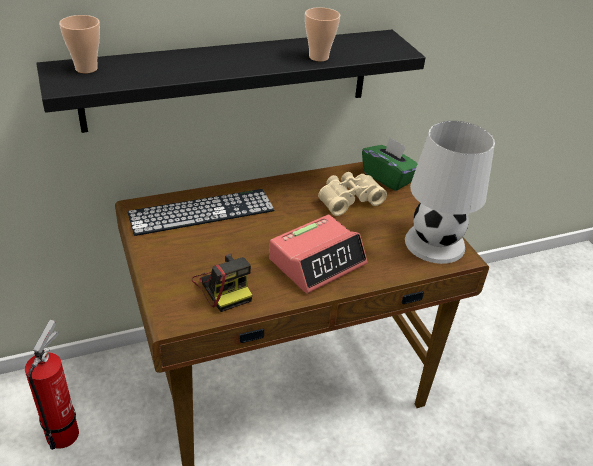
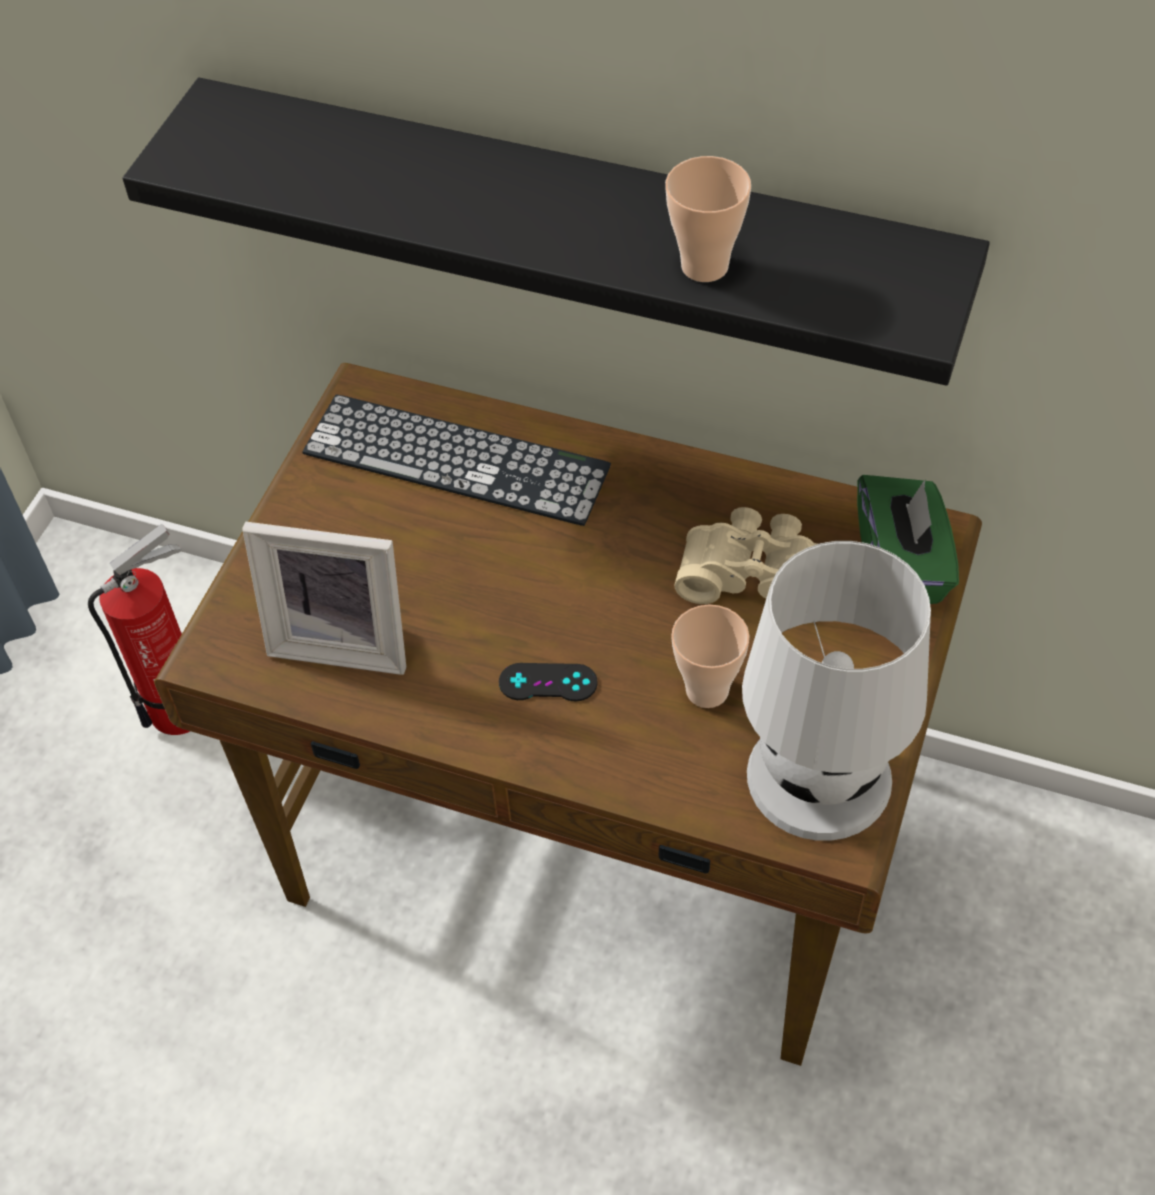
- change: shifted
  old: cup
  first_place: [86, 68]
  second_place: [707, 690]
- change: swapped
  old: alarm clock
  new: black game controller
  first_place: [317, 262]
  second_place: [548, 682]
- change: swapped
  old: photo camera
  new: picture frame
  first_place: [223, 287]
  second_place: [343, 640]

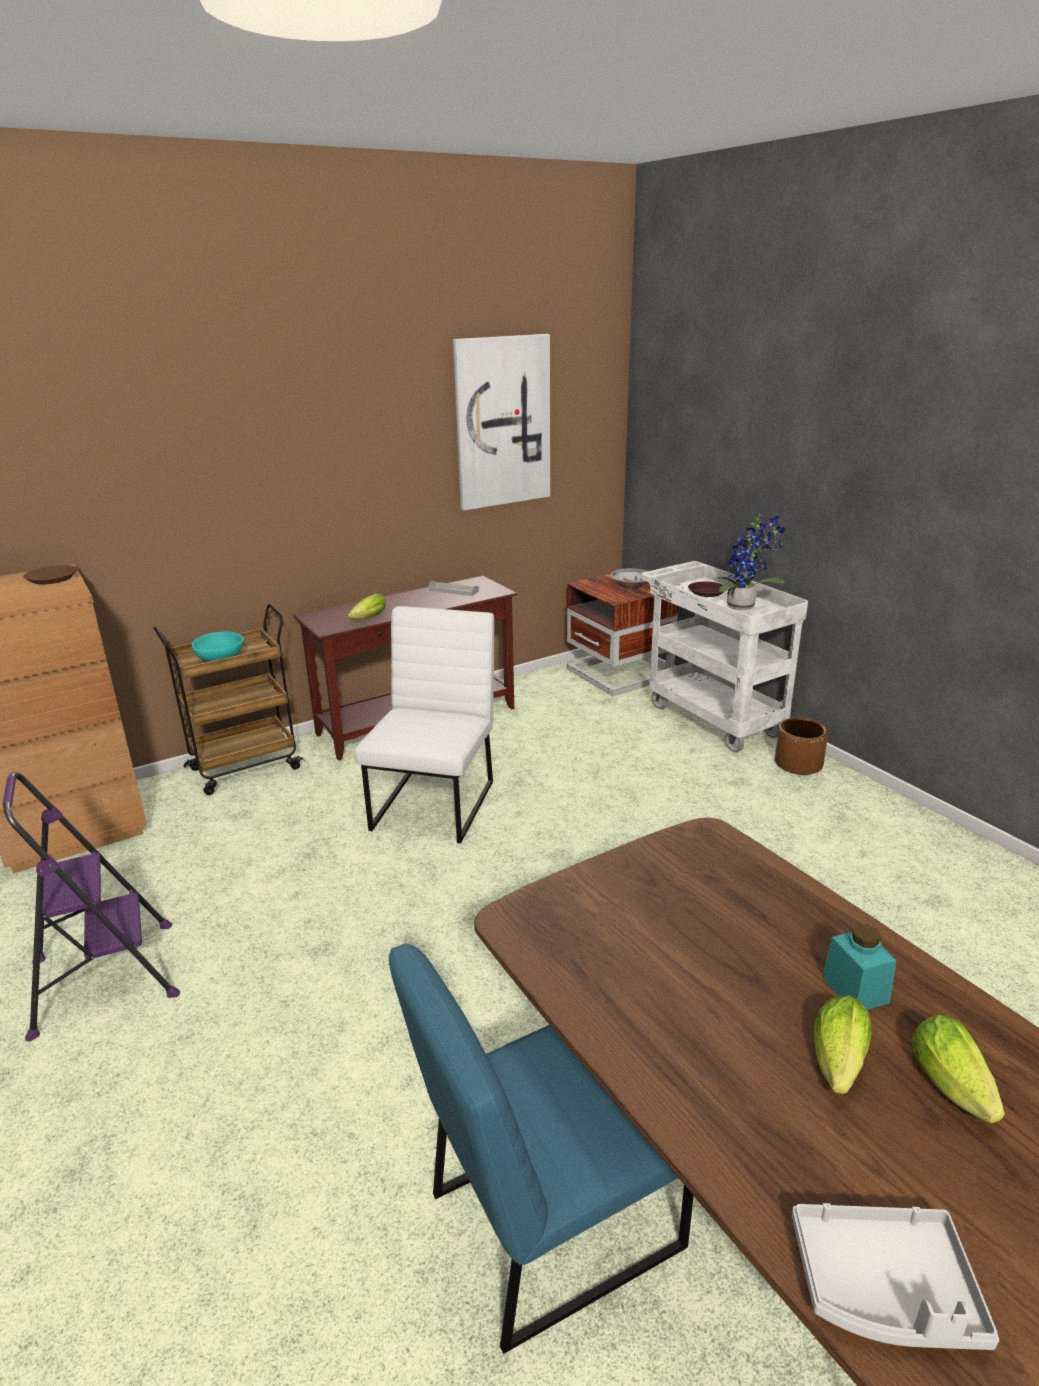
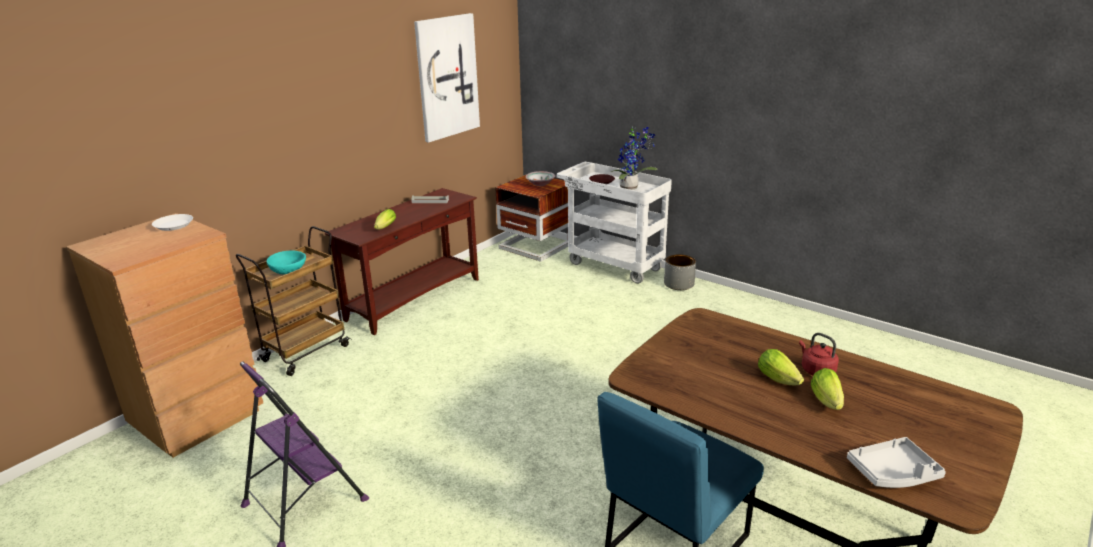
- change: repainted
  old: brown plate
  new: white plate
  first_place: [51, 579]
  second_place: [173, 225]
- change: gone
  old: white chair
  first_place: [436, 803]
- change: repainted
  old: brown planter
  new: grey planter
  first_place: [798, 764]
  second_place: [679, 284]
- change: swapped
  old: turquoise jar
  new: red kettle
  first_place: [855, 989]
  second_place: [816, 370]
- change: shifted
  old: lettuce
  first_place: [954, 1089]
  second_place: [780, 380]

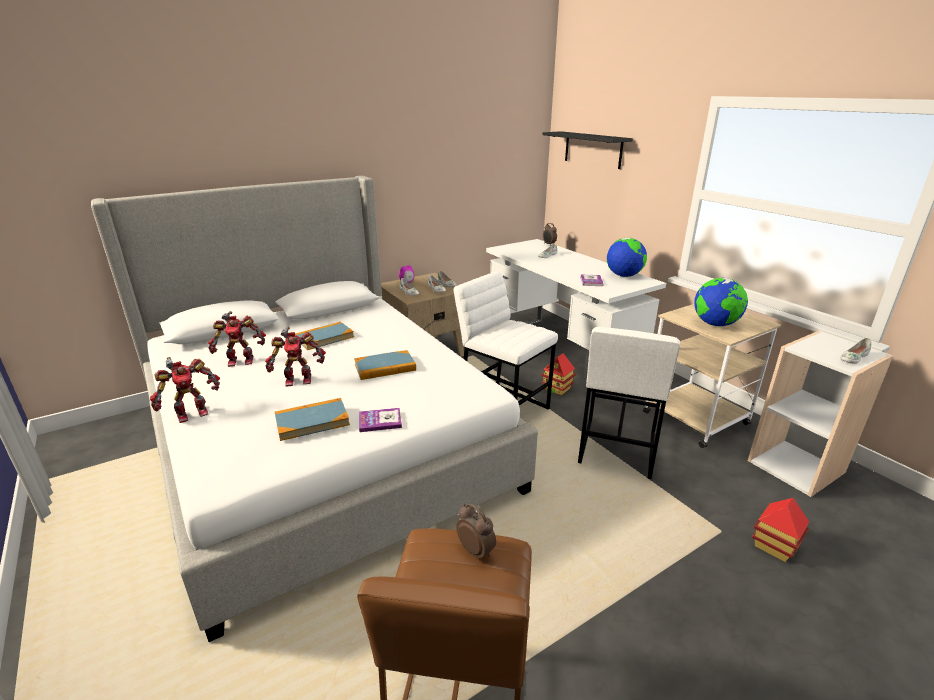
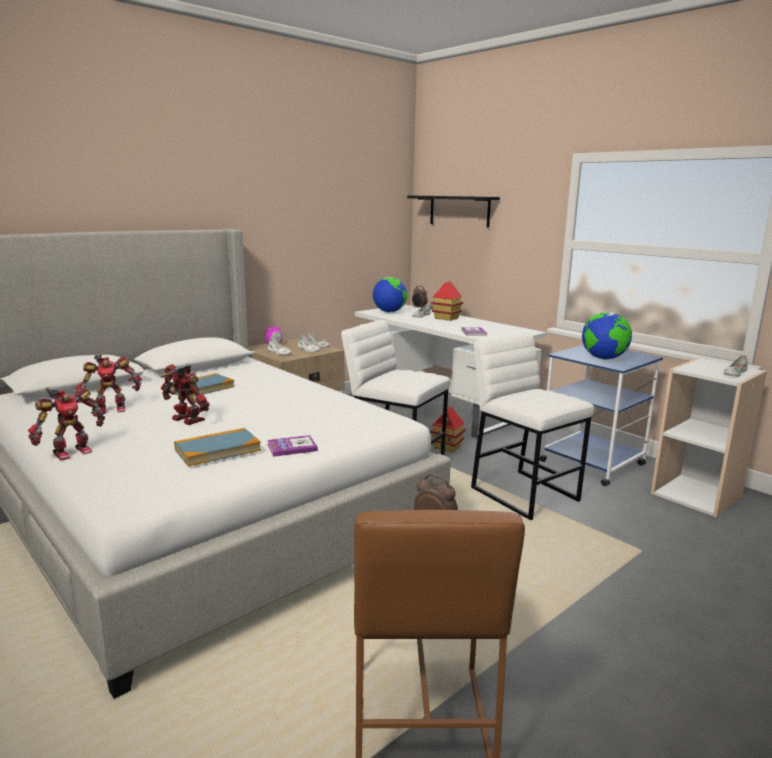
- change: shifted
  old: globe
  first_place: [624, 276]
  second_place: [389, 312]
- change: repainted
  old: beige cart
  new: blue cart
  first_place: [696, 419]
  second_place: [593, 464]
- change: rotated
  old: toy robot
  first_place: [298, 379]
  second_place: [186, 420]
  degrees: -120
- change: rotated
  old: white chair
  first_place: [617, 449]
  second_place: [522, 493]
  degrees: 135
- change: gone
  old: book
  first_place: [385, 367]
- change: shifted
  old: toy house
  first_place: [774, 546]
  second_place: [446, 318]

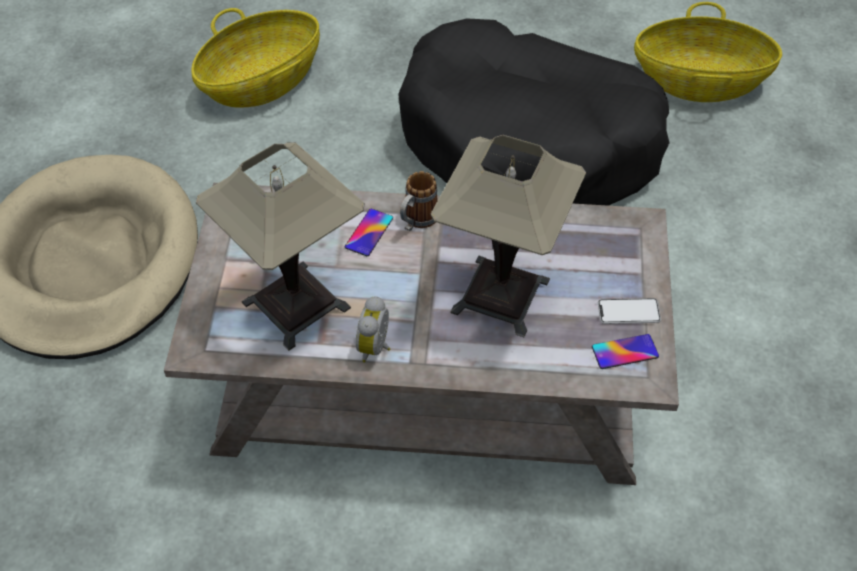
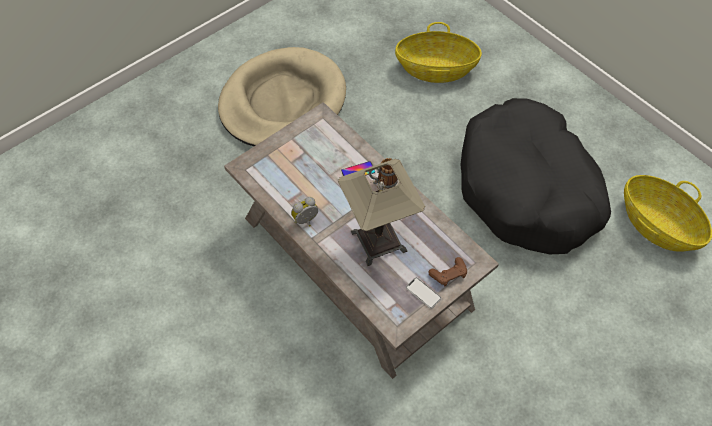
- change: gone
  old: table lamp
  first_place: [296, 305]
- change: gone
  old: phone
  first_place: [625, 352]
- change: new
  new: brown game controller
  second_place: [448, 274]

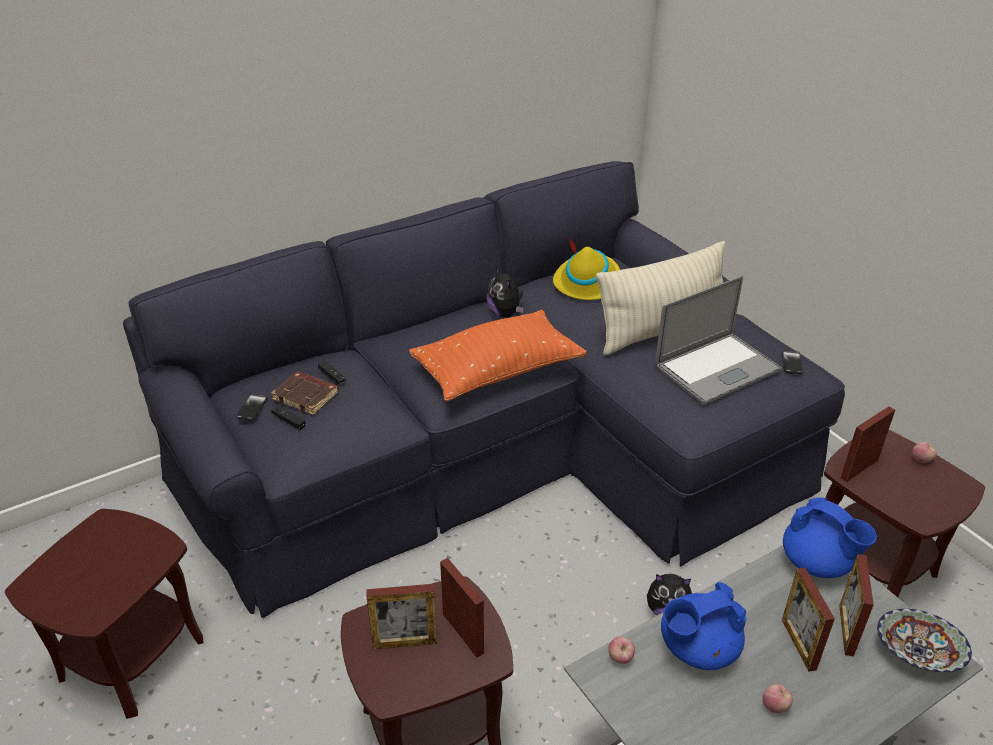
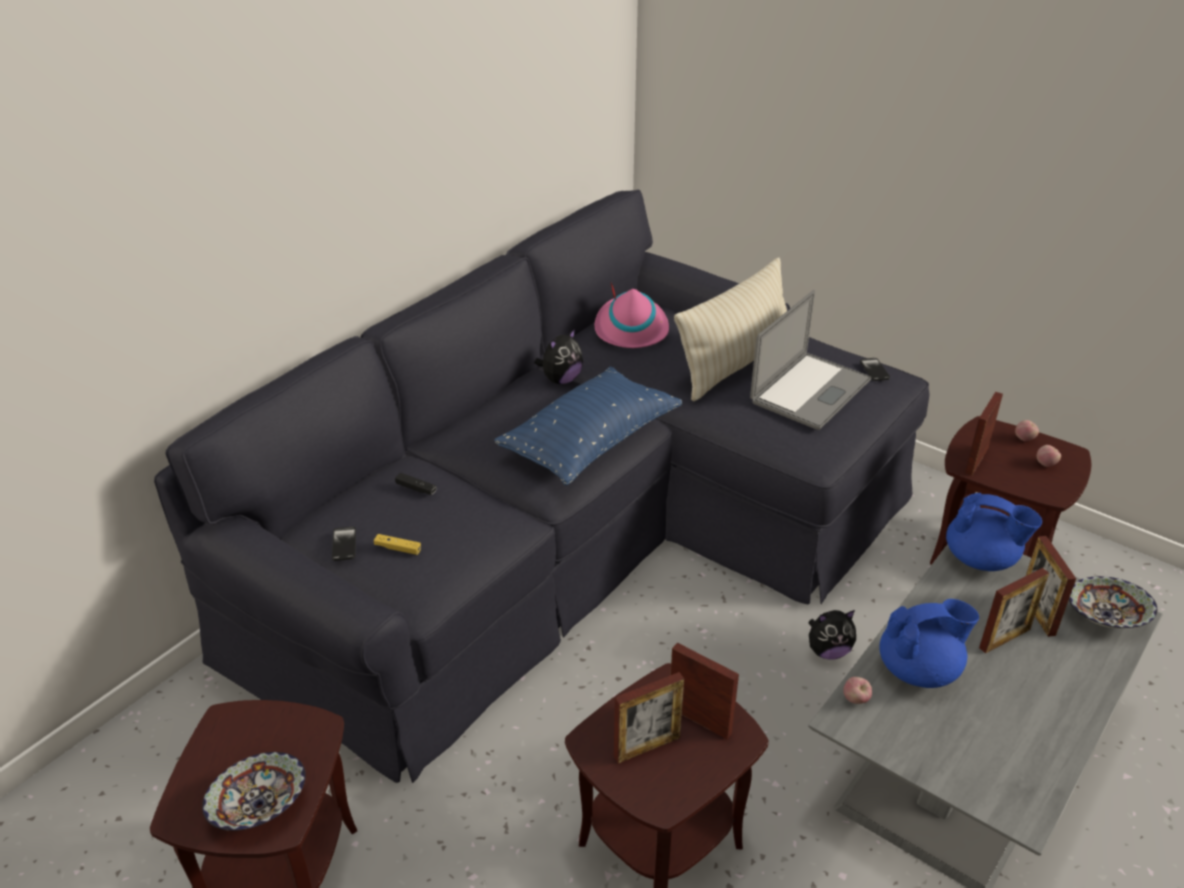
- change: repainted
  old: yellow hat
  new: pink hat
  first_place: [587, 282]
  second_place: [630, 328]
- change: rotated
  old: plush toy
  first_place: [505, 314]
  second_place: [561, 379]
  degrees: -90
- change: repainted
  old: orange pillow
  new: blue pillow
  first_place: [497, 371]
  second_place: [590, 442]
- change: gone
  old: brown book
  first_place: [307, 396]
- change: repainted
  old: black game controller
  new: yellow game controller
  first_place: [289, 421]
  second_place: [398, 548]
- change: rotated
  old: picture frame
  first_place: [798, 644]
  second_place: [1004, 638]
  degrees: -90
- change: rotated
  old: blue teapot
  first_place: [697, 649]
  second_place: [919, 669]
  degrees: -150
- change: shifted
  old: apple
  first_place: [775, 706]
  second_place: [1046, 464]
- change: new
  new: bowl
  second_place: [260, 808]

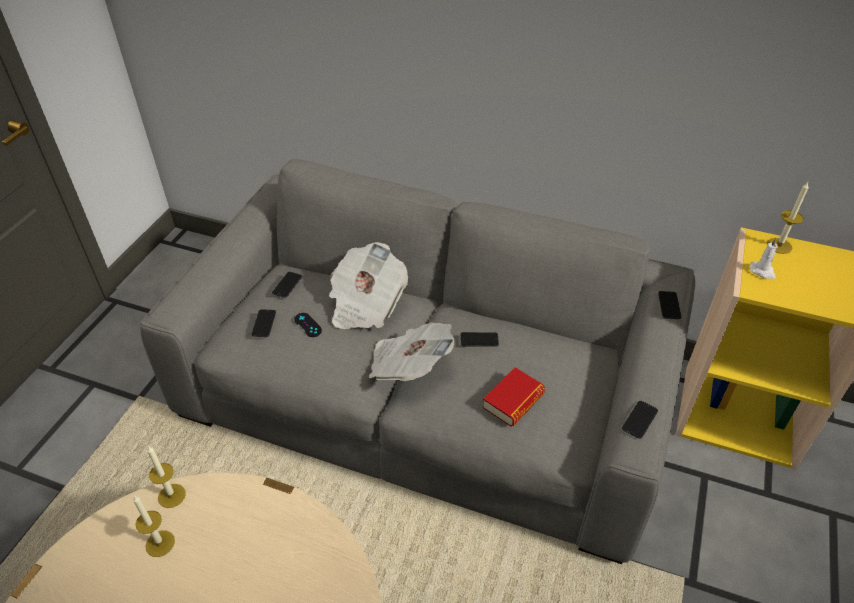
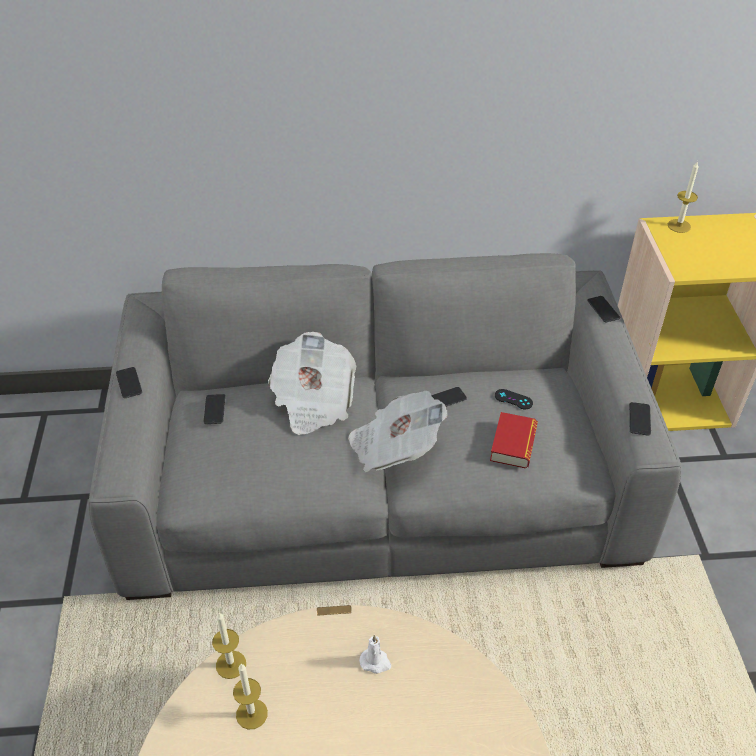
- change: shifted
  old: white candle
  first_place: [762, 271]
  second_place: [375, 662]
- change: shifted
  old: phone
  first_place: [264, 323]
  second_place: [129, 383]
- change: shifted
  old: black game controller
  first_place: [308, 325]
  second_place: [513, 399]

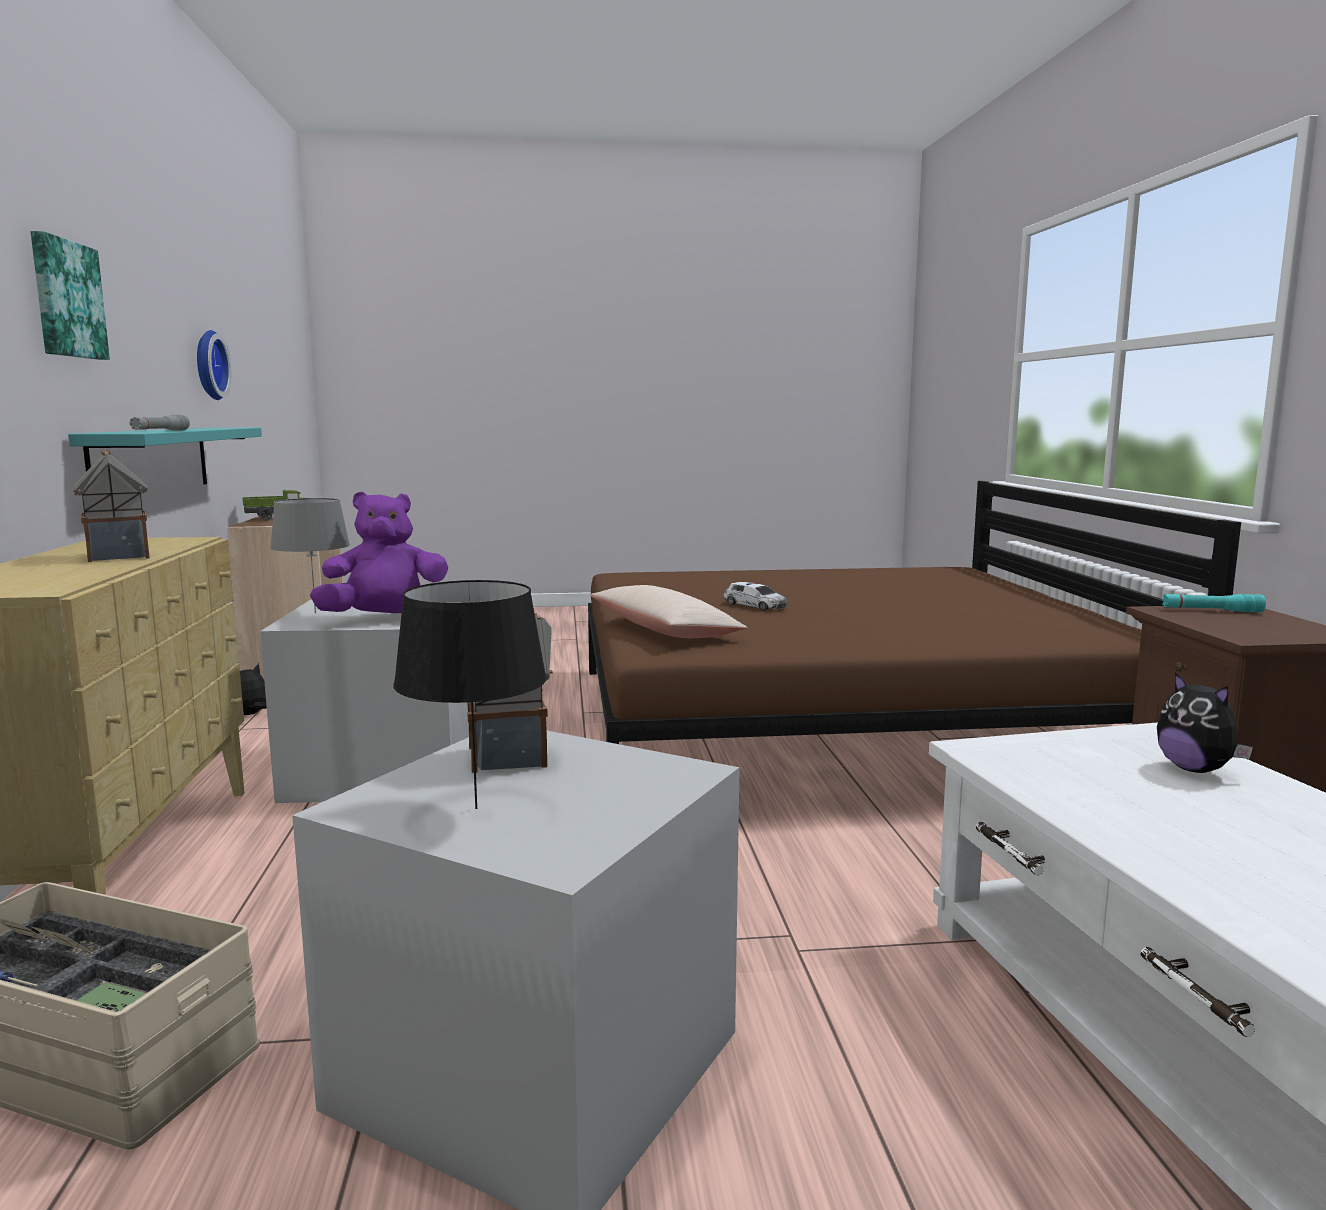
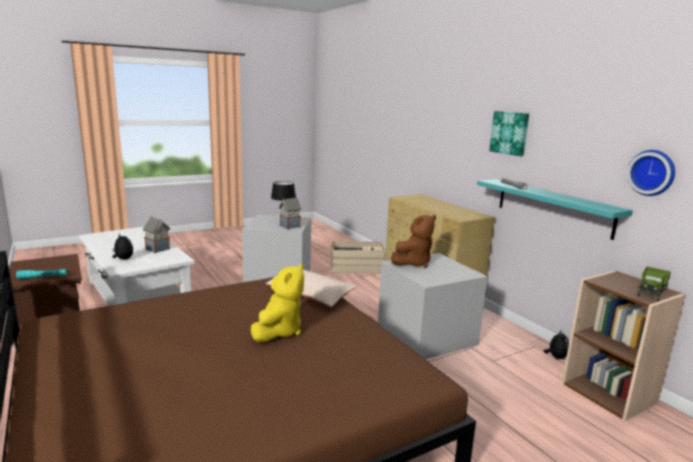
- change: shifted
  old: toy house
  first_place: [118, 556]
  second_place: [158, 249]
- change: repainted
  old: purple plush toy
  new: brown plush toy
  first_place: [386, 620]
  second_place: [413, 263]
- change: gone
  old: grey table lamp
  first_place: [315, 612]
- change: swapped
  old: toy car
  new: yellow plush toy
  first_place: [755, 605]
  second_place: [279, 331]

